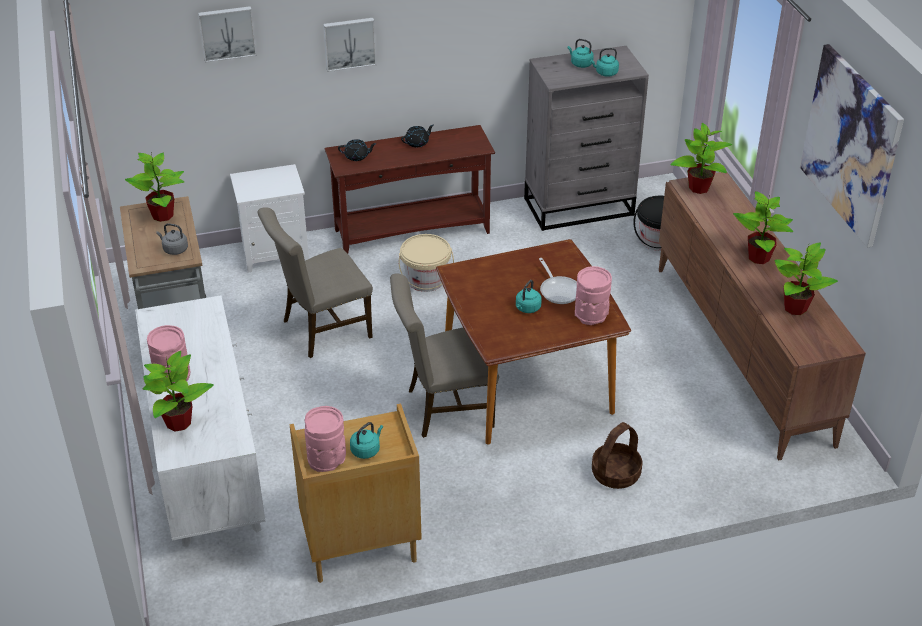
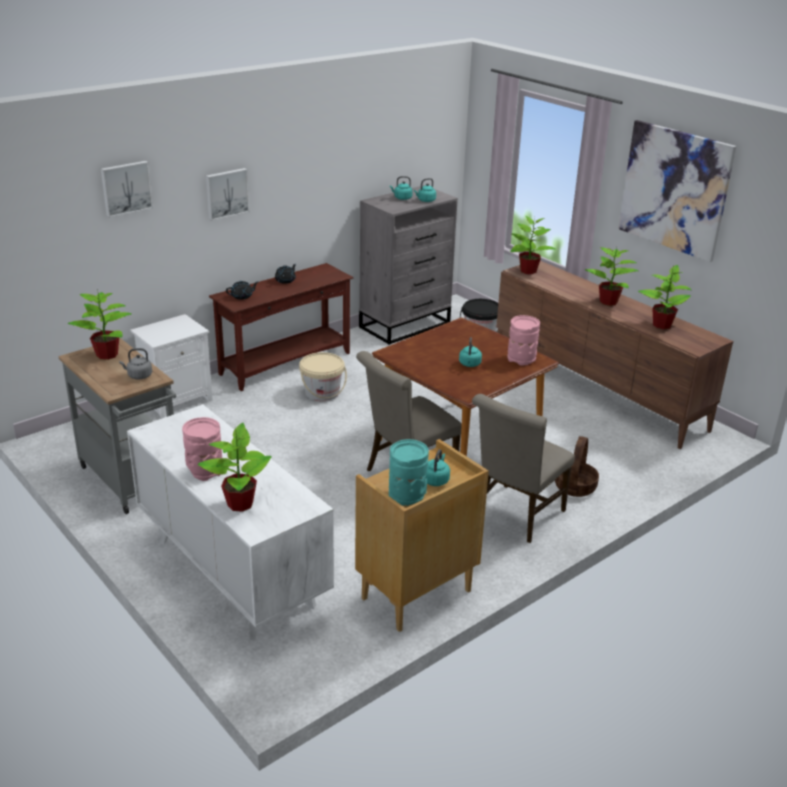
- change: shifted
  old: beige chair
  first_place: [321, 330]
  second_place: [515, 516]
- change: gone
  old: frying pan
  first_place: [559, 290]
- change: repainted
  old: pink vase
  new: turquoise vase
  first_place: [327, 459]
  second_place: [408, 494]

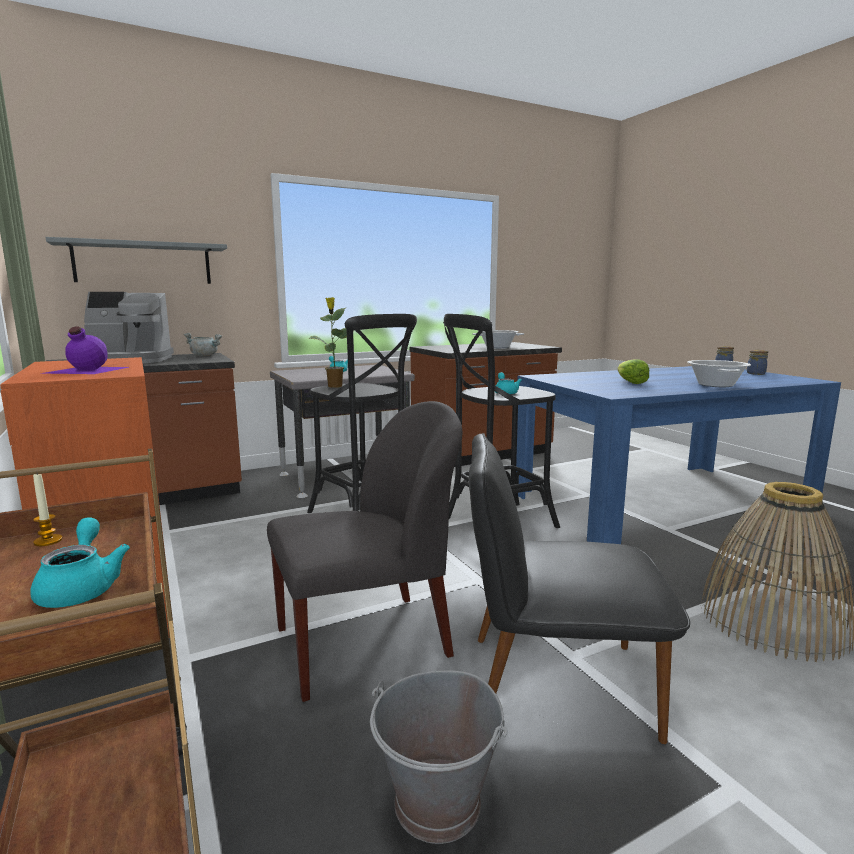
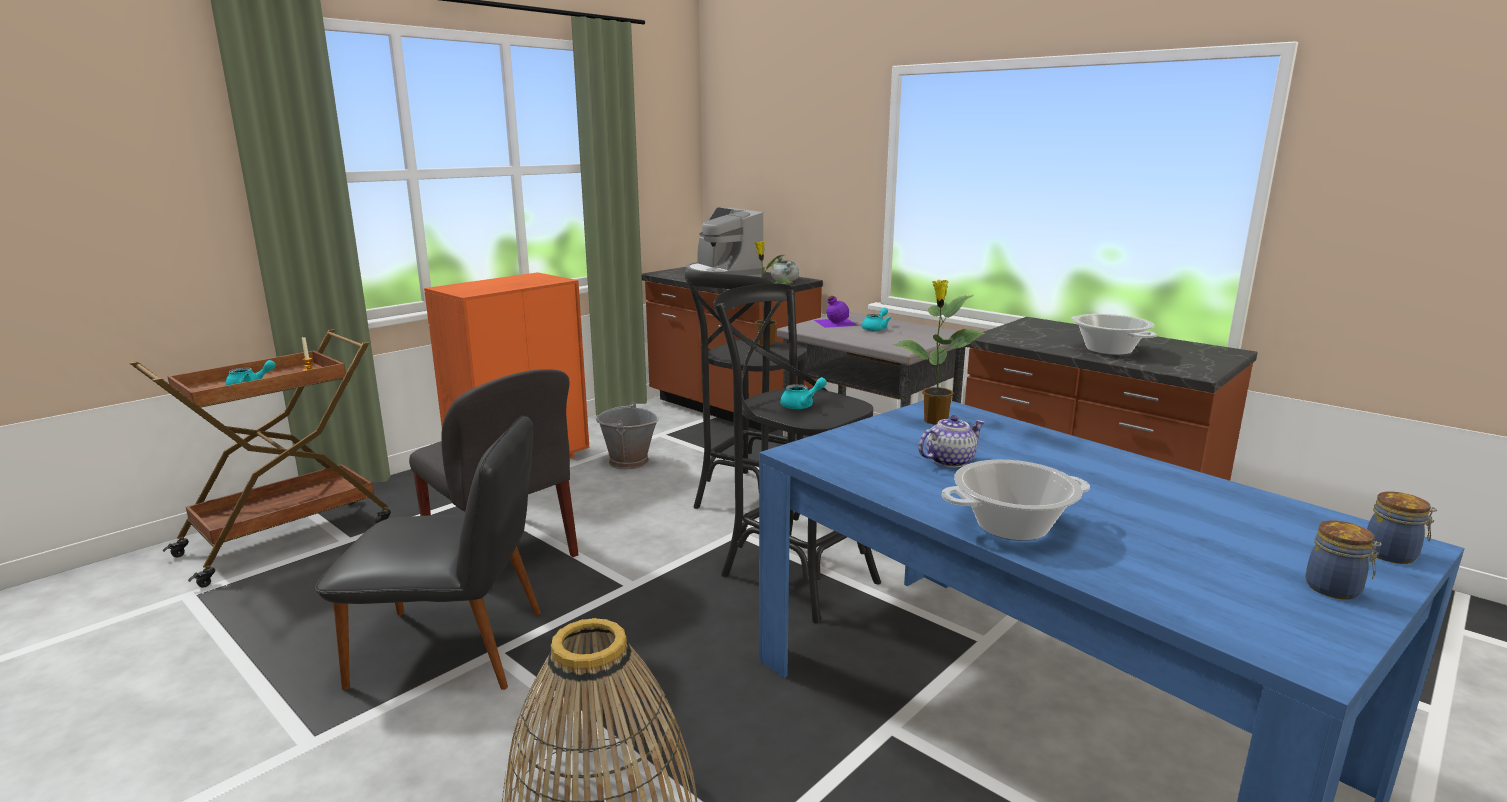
- change: gone
  old: grey shelf
  first_place: [143, 263]
- change: shifted
  old: purple bottle
  first_place: [85, 370]
  second_place: [834, 322]
- change: swapped
  old: lettuce
  new: teapot
  first_place: [630, 382]
  second_place: [949, 461]
- change: rotated
  old: black chair
  first_place: [559, 684]
  second_place: [449, 648]
  degrees: 105
- change: shifted
  old: grey bucket
  first_place: [438, 804]
  second_place: [628, 462]
- change: new
  new: potted plant
  second_place: [934, 421]

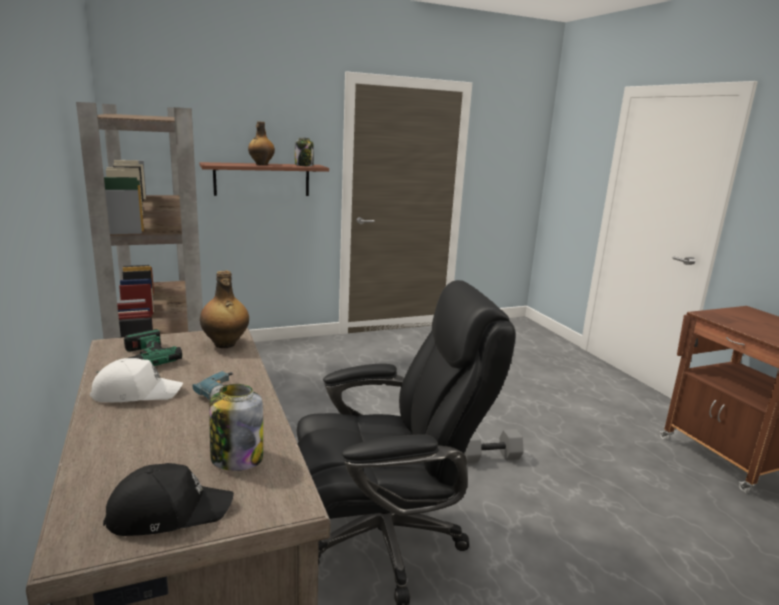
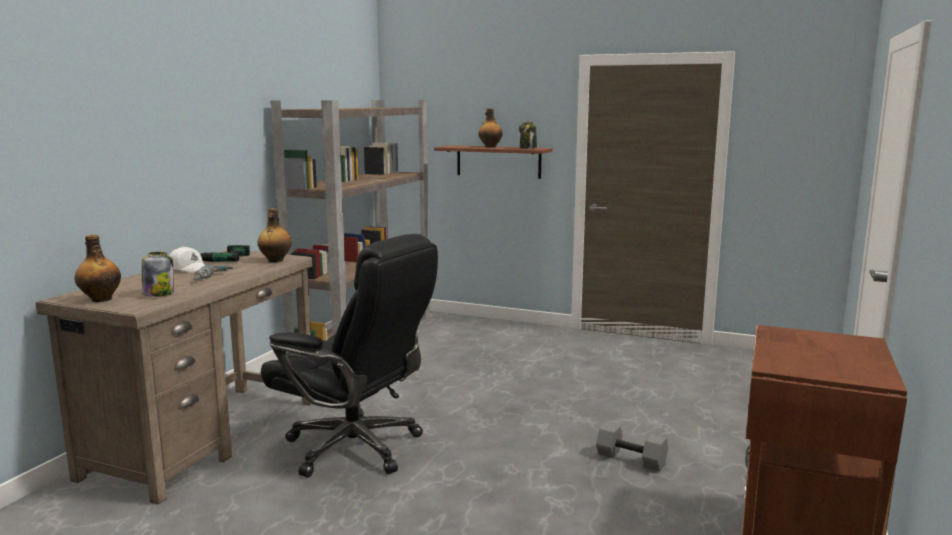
- change: shifted
  old: grey dumbbell
  first_place: [489, 456]
  second_place: [632, 459]
- change: swapped
  old: black cap
  new: bottle
  first_place: [168, 512]
  second_place: [101, 299]

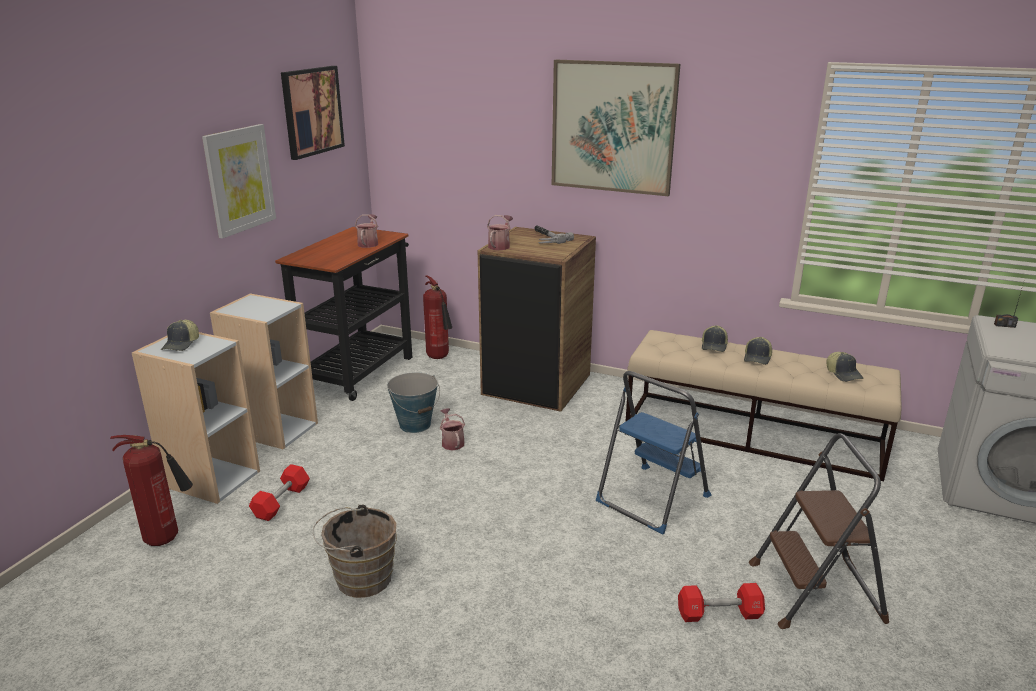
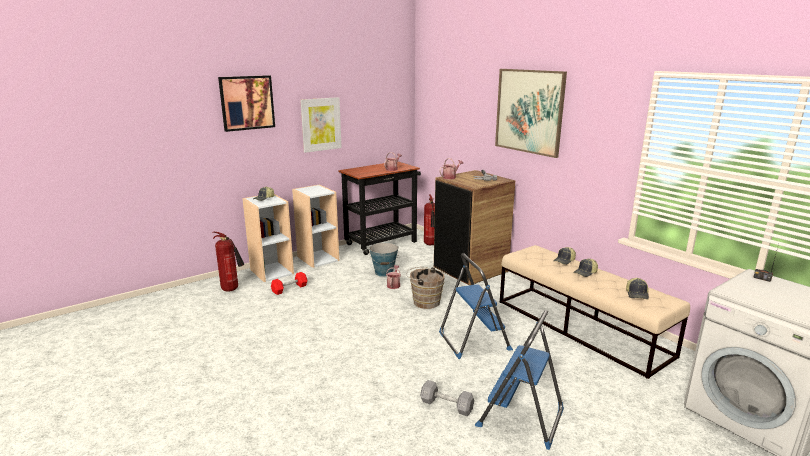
- change: shifted
  old: picture
  first_place: [312, 111]
  second_place: [247, 103]
- change: repainted
  old: brown step ladder
  new: blue step ladder
  first_place: [821, 592]
  second_place: [524, 418]
- change: shifted
  old: brown bucket
  first_place: [359, 578]
  second_place: [424, 301]
- change: repainted
  old: red dumbbell
  new: grey dumbbell
  first_place: [719, 614]
  second_place: [446, 405]

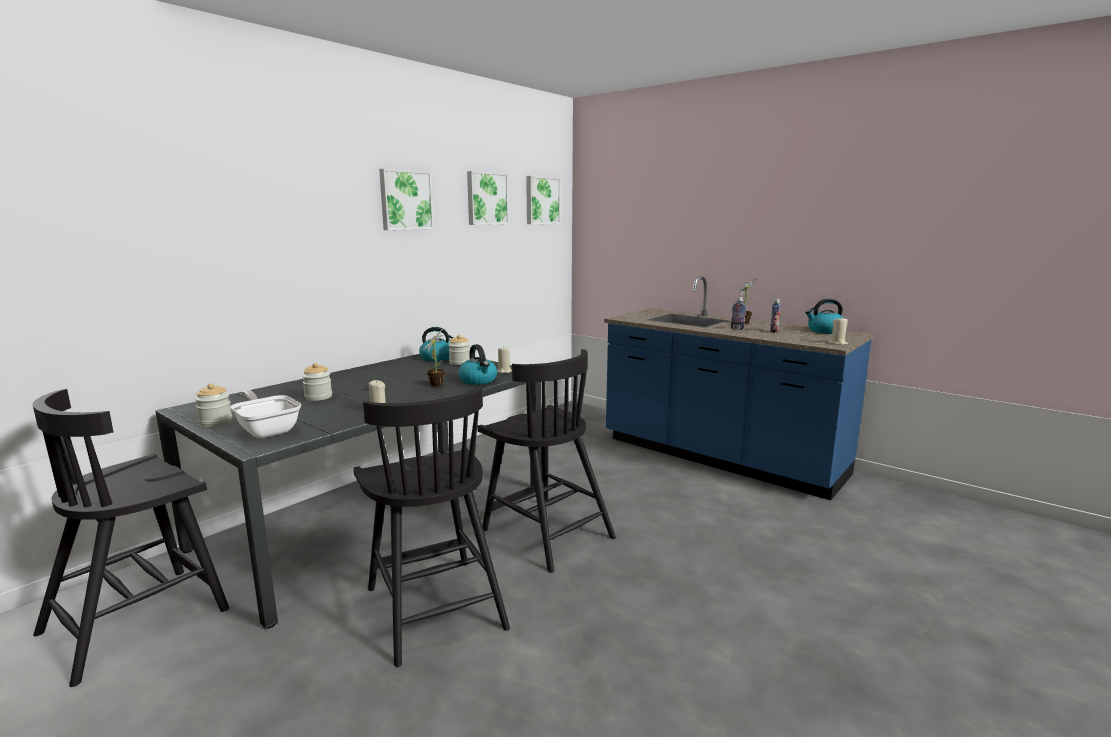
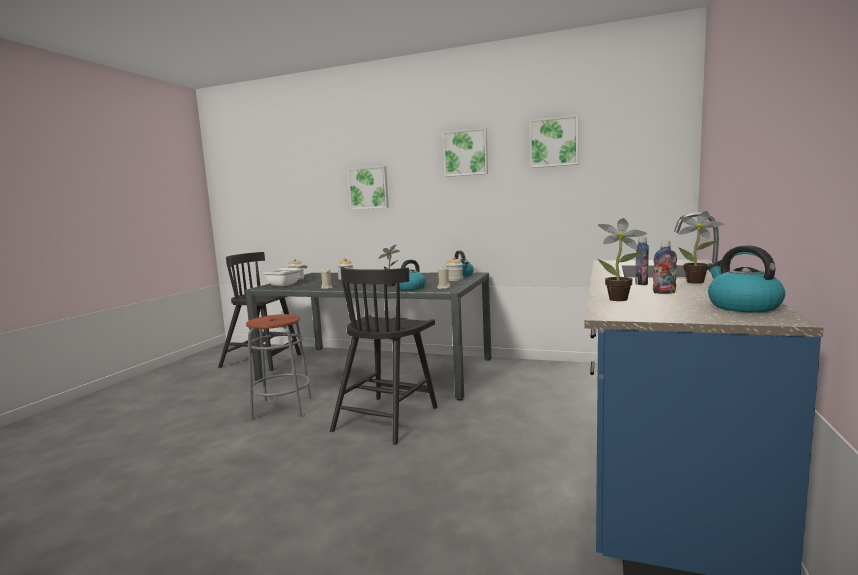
- change: shifted
  old: picture
  first_place: [541, 200]
  second_place: [369, 188]
- change: gone
  old: beige candle
  first_place: [838, 343]
- change: swapped
  old: black chair
  new: grey stool
  first_place: [434, 605]
  second_place: [282, 408]
- change: new
  new: potted plant
  second_place: [621, 300]

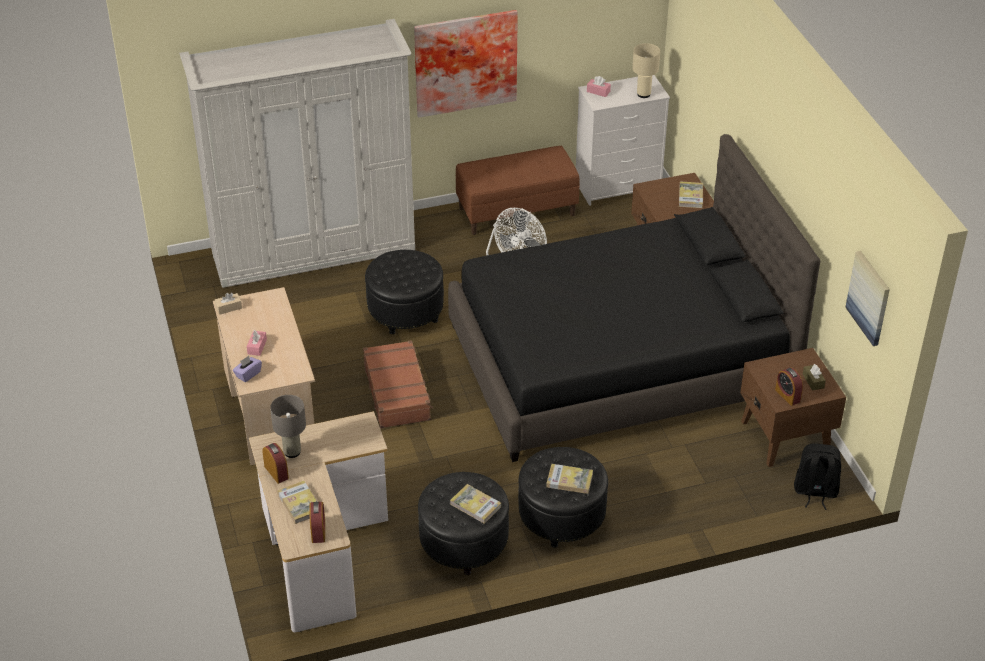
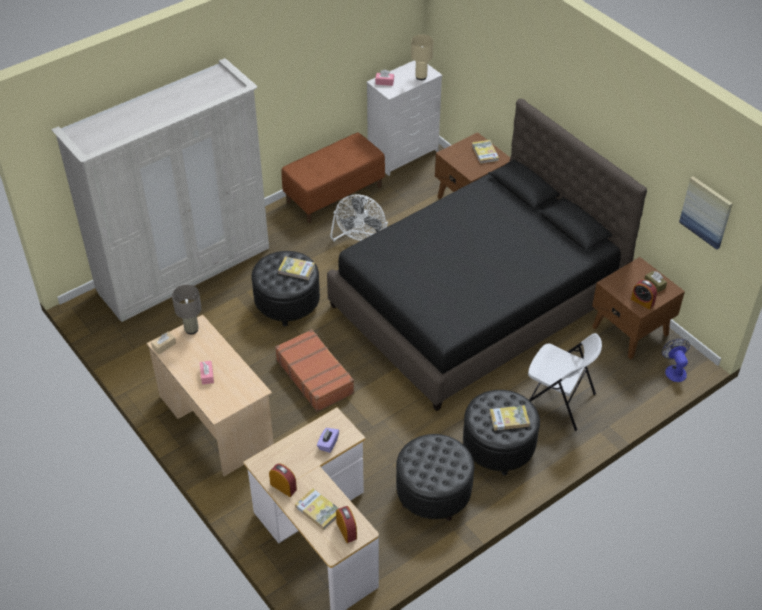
- change: gone
  old: picture
  first_place: [465, 61]
- change: shifted
  old: purple tissue box
  first_place: [248, 374]
  second_place: [328, 444]
- change: shifted
  old: grey table lamp
  first_place: [292, 452]
  second_place: [192, 329]
- change: swapped
  old: black backpack
  new: fan
  first_place: [815, 492]
  second_place: [674, 370]
- change: shifted
  old: book
  first_place: [475, 505]
  second_place: [296, 269]
- change: new
  new: white chair
  second_place: [557, 401]

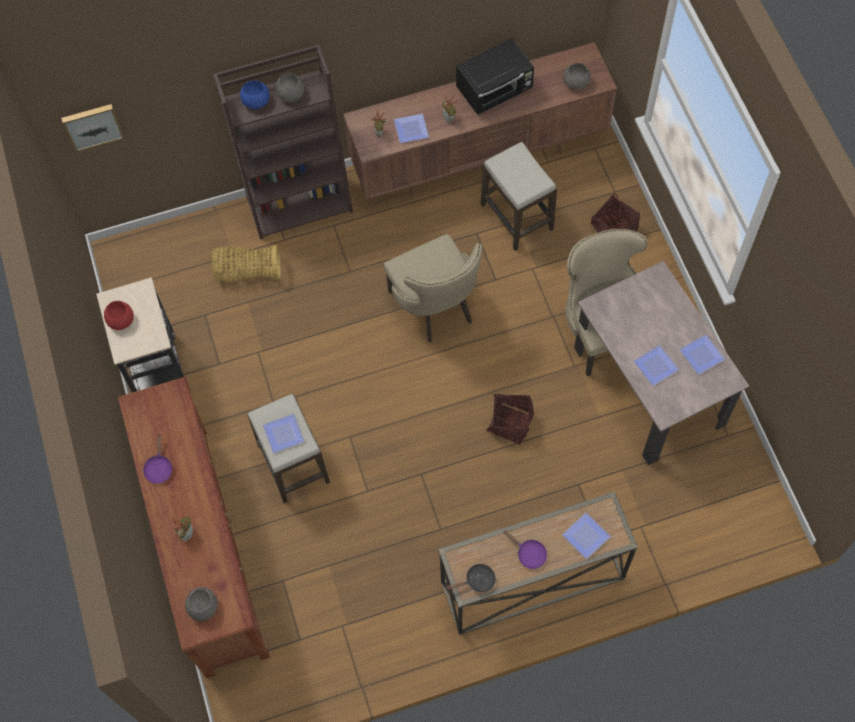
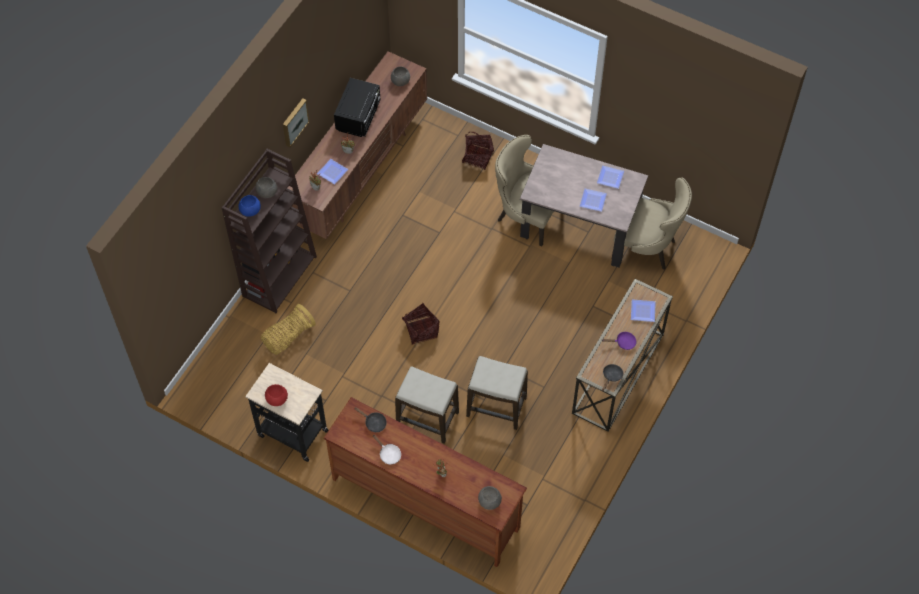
- change: shifted
  old: picture
  first_place: [92, 125]
  second_place: [294, 122]
- change: shifted
  old: stool
  first_place: [516, 217]
  second_place: [496, 407]
- change: shifted
  old: beige chair
  first_place: [435, 307]
  second_place: [646, 248]
- change: shifted
  old: basket
  first_place: [510, 423]
  second_place: [421, 330]
- change: gone
  old: plate
  first_place: [282, 433]
- change: repainted
  old: purple frying pan
  new: white frying pan
  first_place: [159, 467]
  second_place: [388, 454]
- change: new
  new: black frying pan
  second_place: [373, 422]

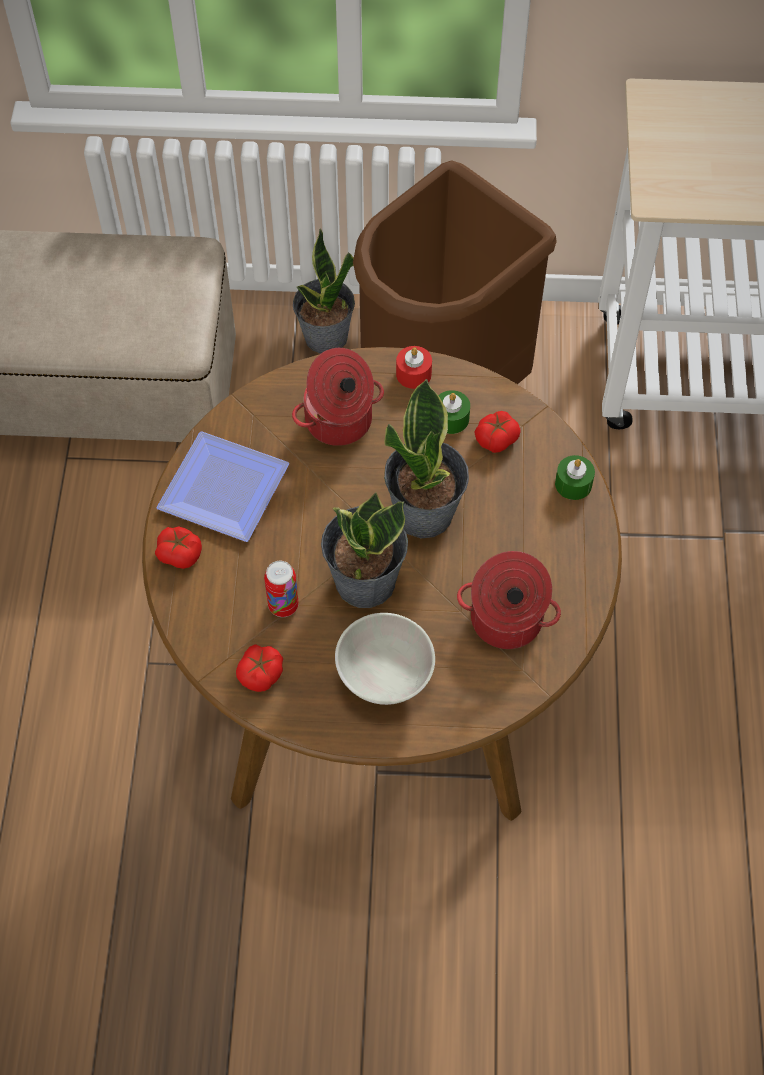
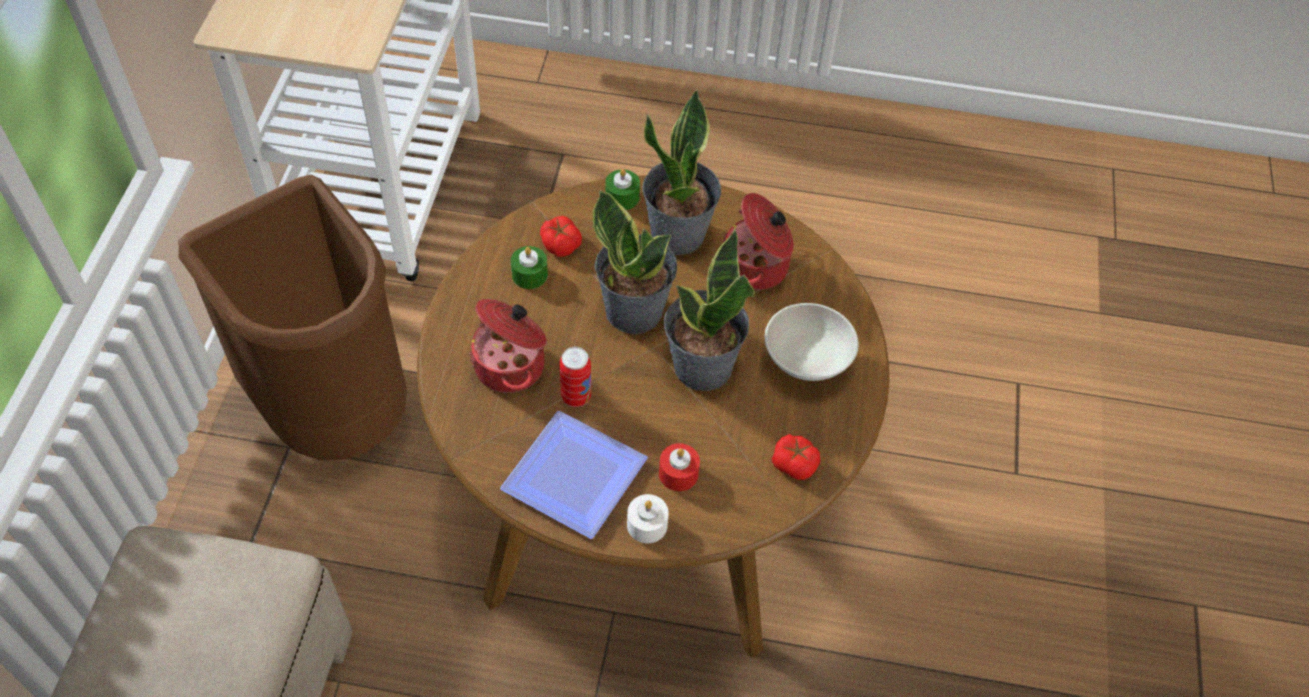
- change: shifted
  old: potted plant
  first_place: [325, 337]
  second_place: [679, 234]
- change: shifted
  old: red candle
  first_place: [413, 374]
  second_place: [678, 473]
- change: swapped
  old: tomato
  new: white candle
  first_place: [179, 553]
  second_place: [647, 525]
- change: shifted
  old: can
  first_place: [283, 605]
  second_place: [576, 396]

